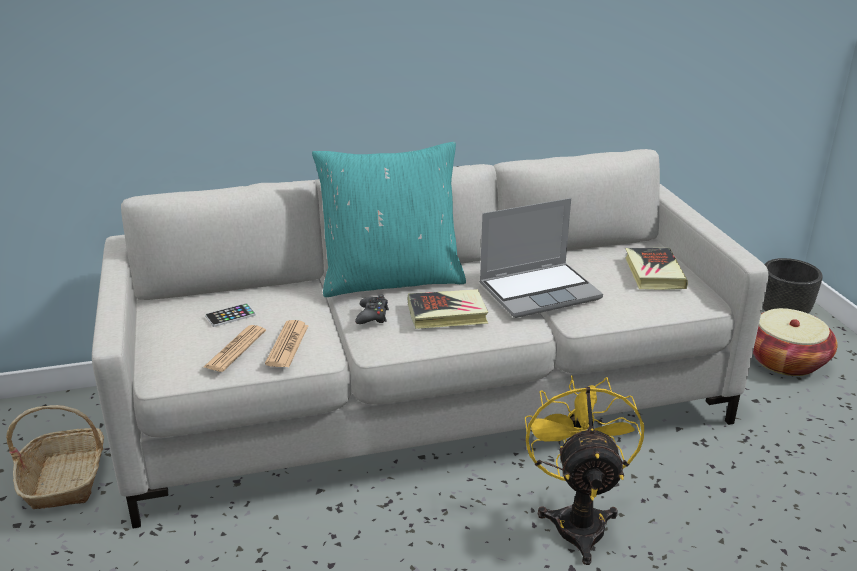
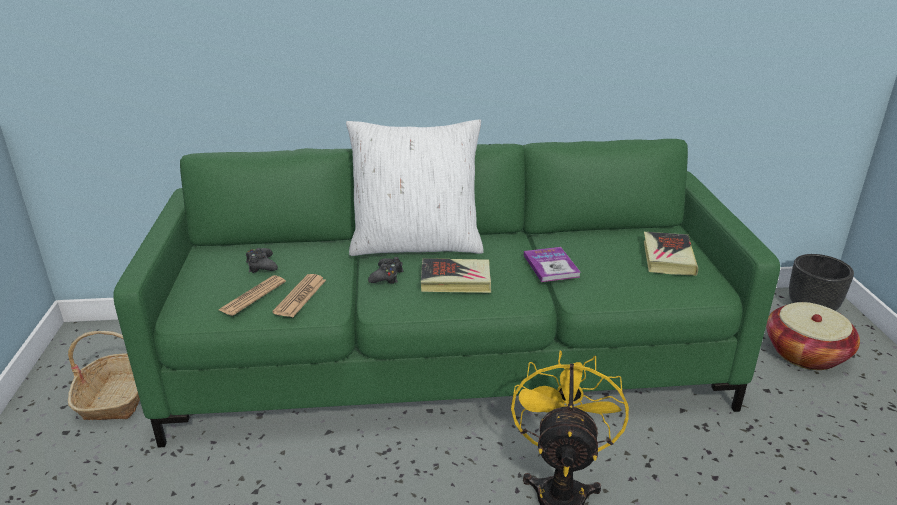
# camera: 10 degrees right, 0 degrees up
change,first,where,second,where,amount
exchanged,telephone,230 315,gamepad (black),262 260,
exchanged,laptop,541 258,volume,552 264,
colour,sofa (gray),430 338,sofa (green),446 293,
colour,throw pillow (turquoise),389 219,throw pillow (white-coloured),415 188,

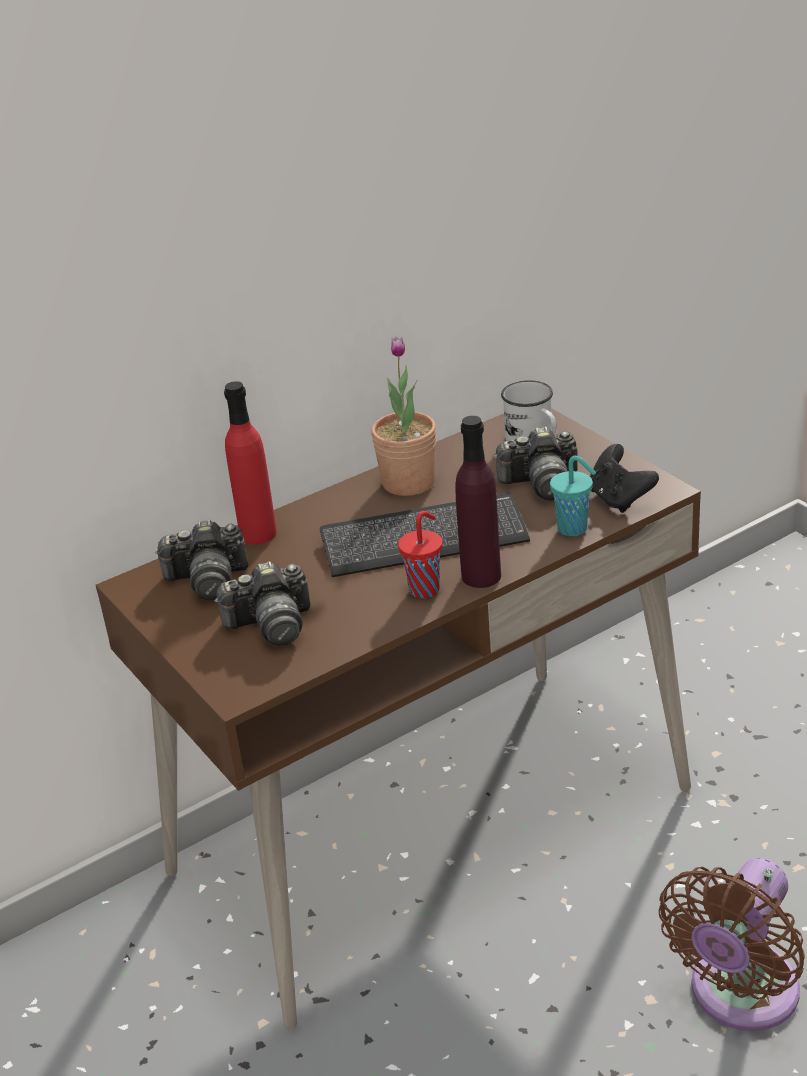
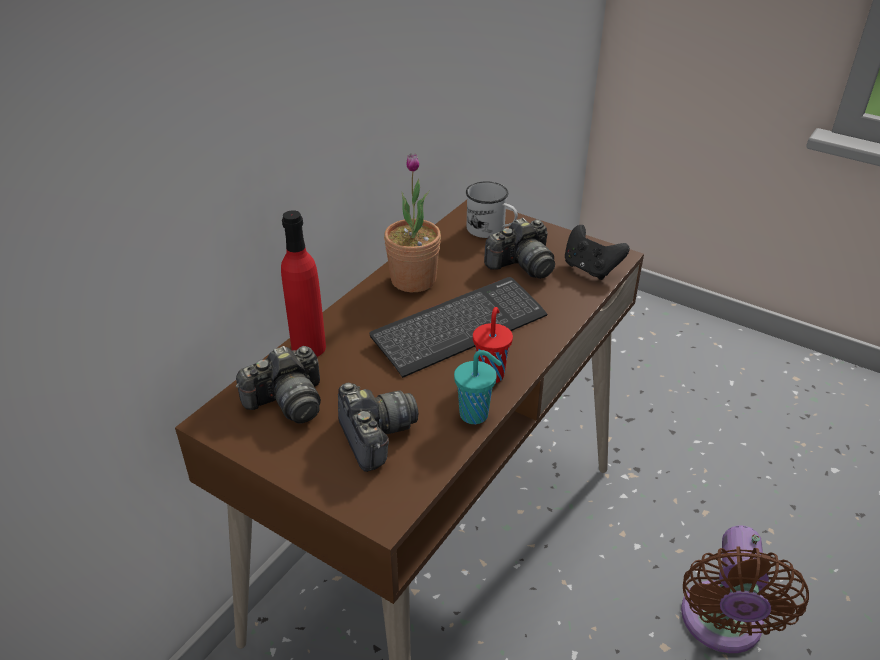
# camera: 25 degrees left, 5 degrees up
change,first,where,second,where,amount
missing,bottle (purplish),478 502,,,
relocated,small cup (turquoise),573 496,,478 387,
spun,photo camera,263 603,,378 427,75 degrees counterclockwise

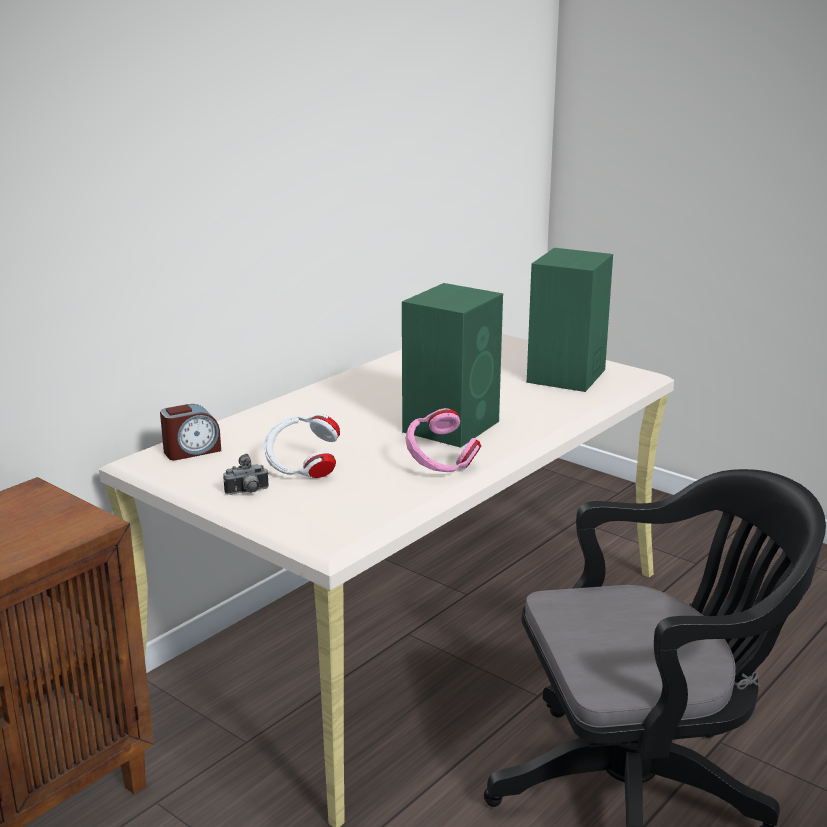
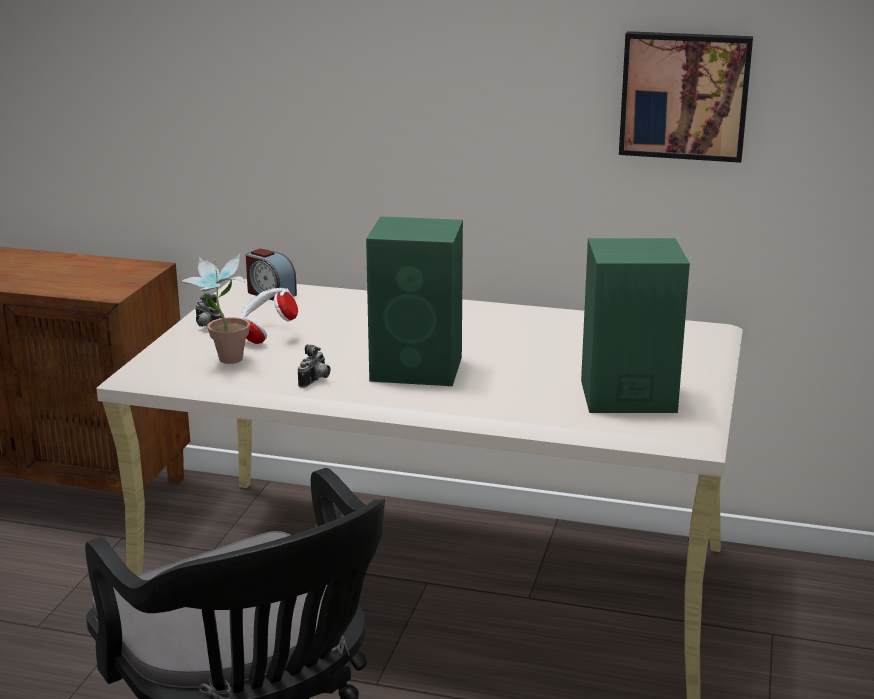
# camera: 65 degrees right, 0 degrees up
change,first,where,second,where,amount
appeared,,,potted plant,215 308,
appeared,,,picture,686 97,
exchanged,headphones (pinkish),443 440,photo camera,314 366,

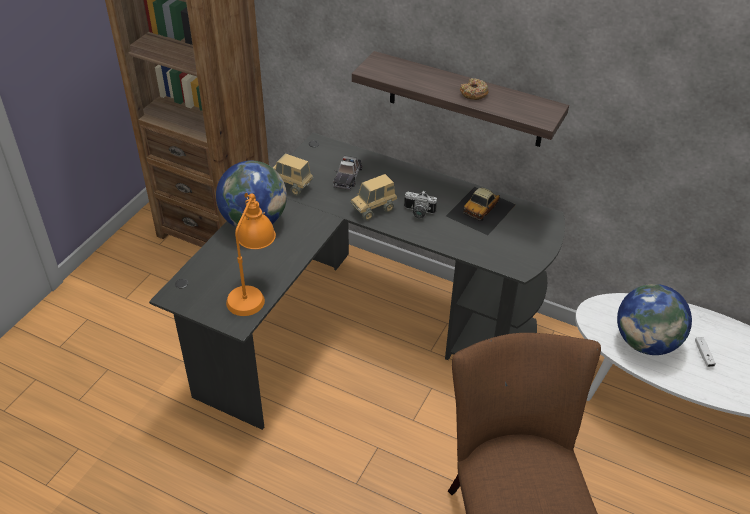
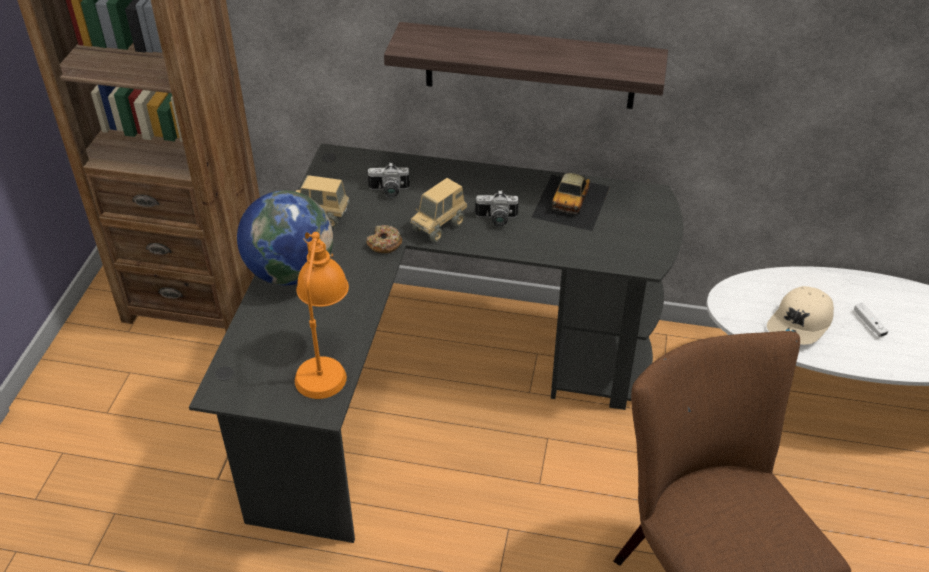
# camera: 15 degrees left, 0 degrees up
change,first,where,second,where,amount
relocated,donut,474 89,,384 239,
exchanged,model car,347 173,photo camera,388 180,
exchanged,world globe,654 319,cap (beige-coloured),800 315,

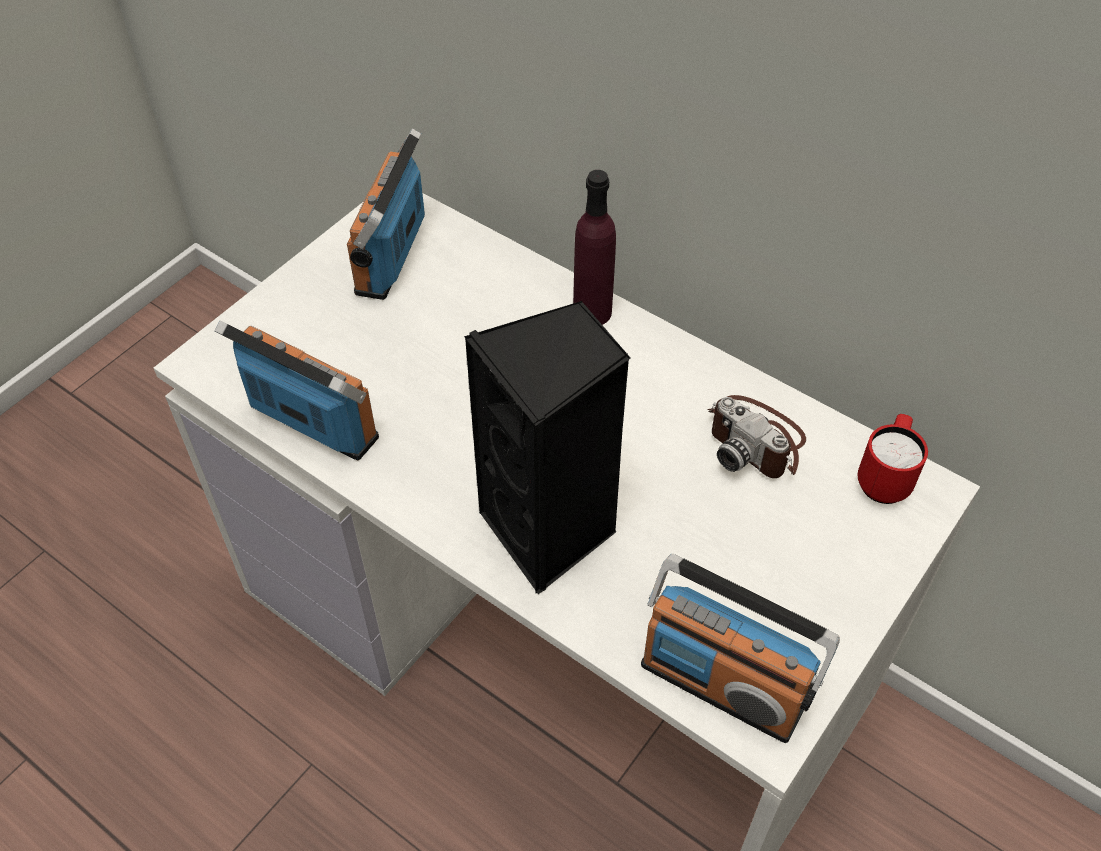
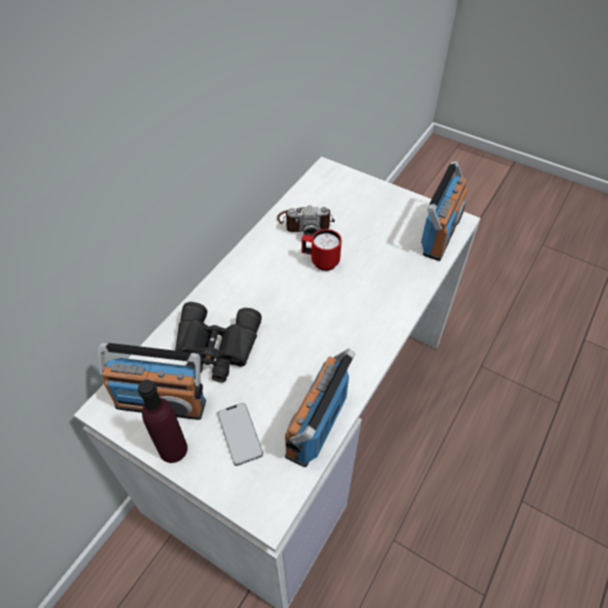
# camera: 95 degrees left, 0 degrees up
change,first,where,second,where,amount
missing,audio speaker (black),547 447,,,
appeared,,,field glasses (black),218 342,
appeared,,,telephone,240 434,
relocated,bottle (purplish),594 247,,163 421,
relocated,mug (red-coloured),892 459,,322 250,
spun,photo camera,756 436,,306 220,45 degrees clockwise

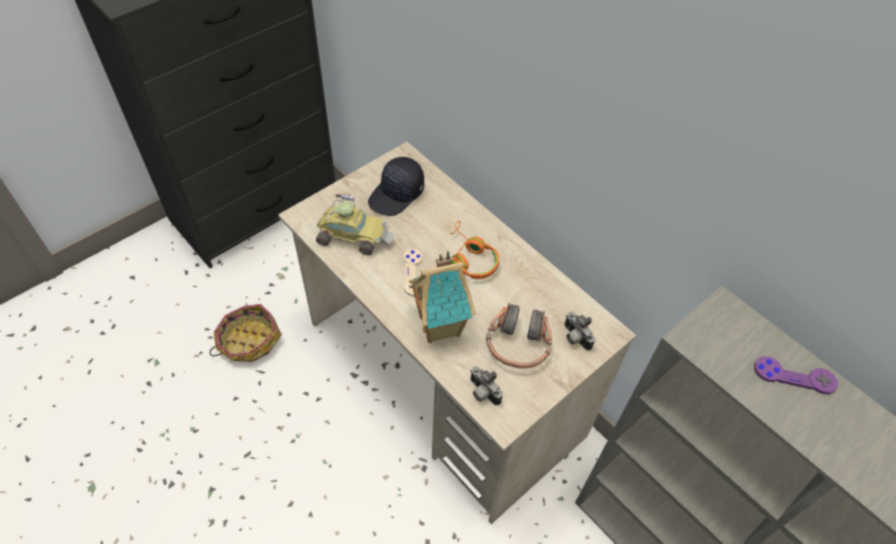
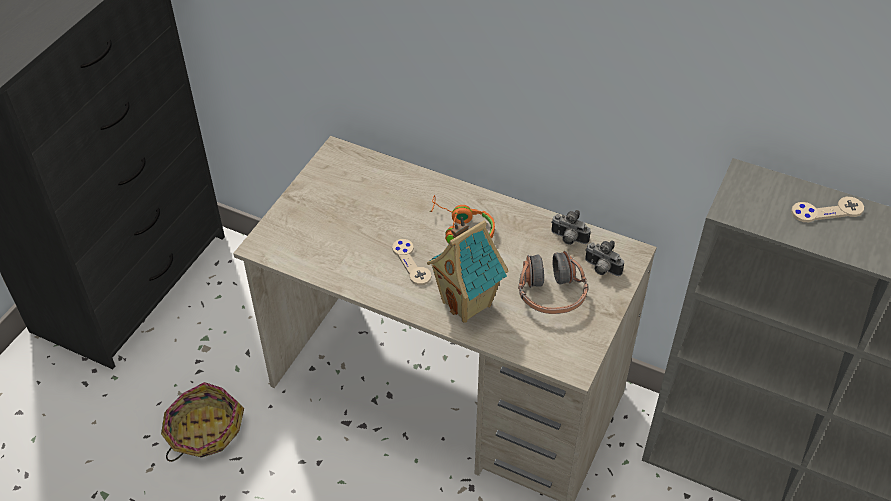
# camera: 20 degrees left, 5 degrees down
change,first,where,second,where,amount
missing,model car,354 223,,,
missing,cap (black),396 186,,,
relocated,photo camera,486 385,,571 227,
colour,gamepad (purplish),796 375,gamepad (beige-coloured),827 209,

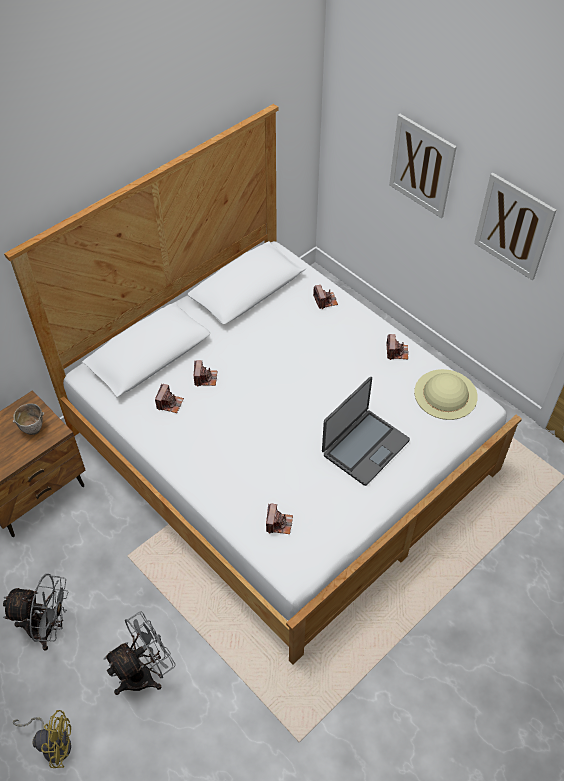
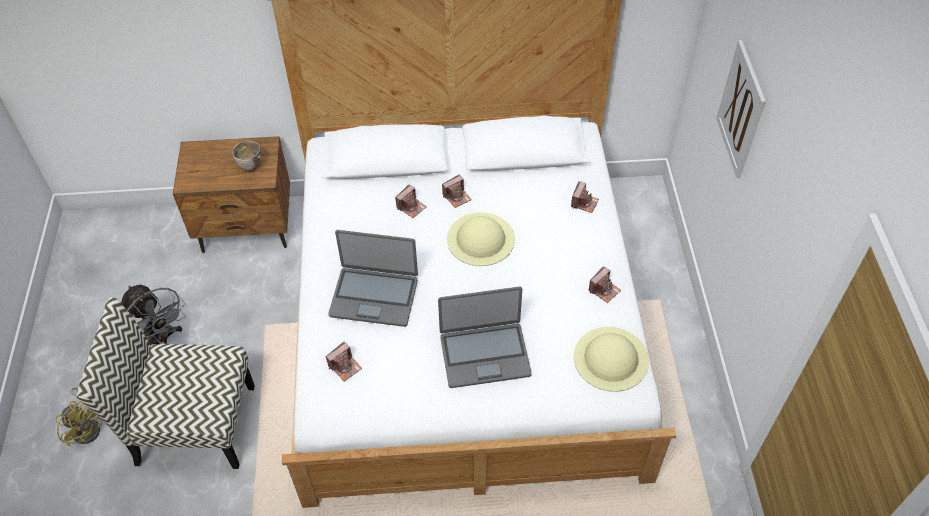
# camera: 40 degrees right, 0 degrees up
change,first,where,second,where,amount
missing,picture,515 226,,,
appeared,,,laptop,373 278,
appeared,,,hat (beige-coloured),481 239,
relocated,photo camera,169 398,,457 191,
exchanged,fan (gray),140 653,chair,166 383,

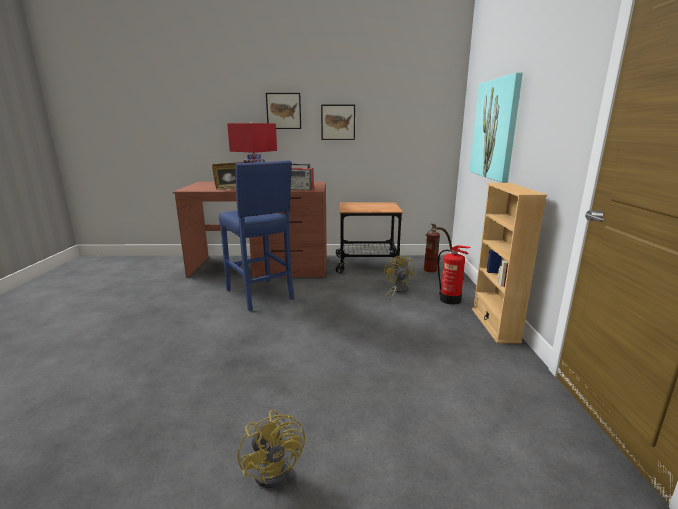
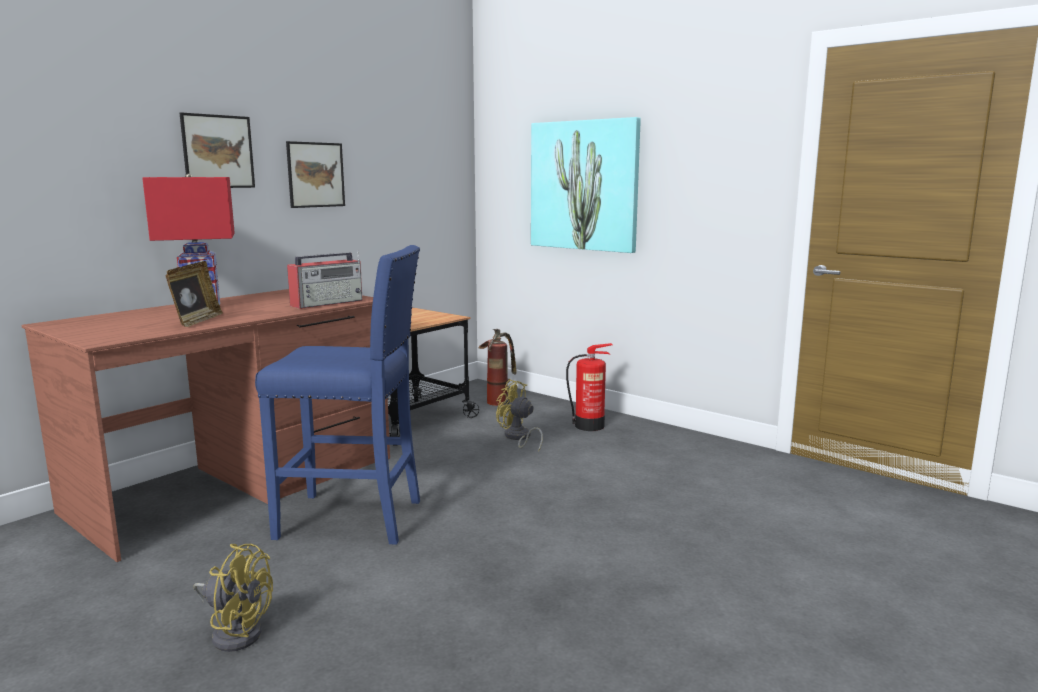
# camera: 50 degrees left, 5 degrees down
change,first,where,second,where,amount
missing,bookcase (beige-coloured),509 263,,,
relocated,fan (yellow-coloured),271 449,,233 598,

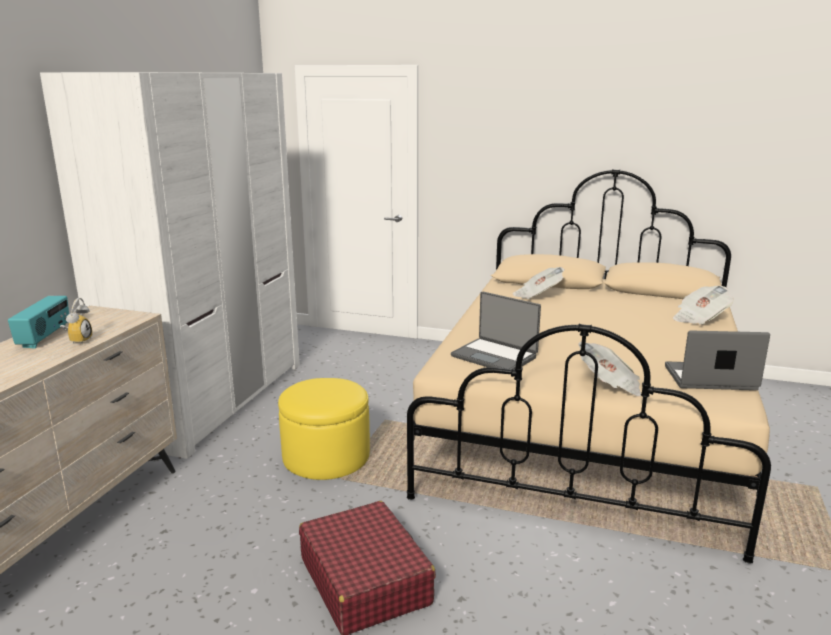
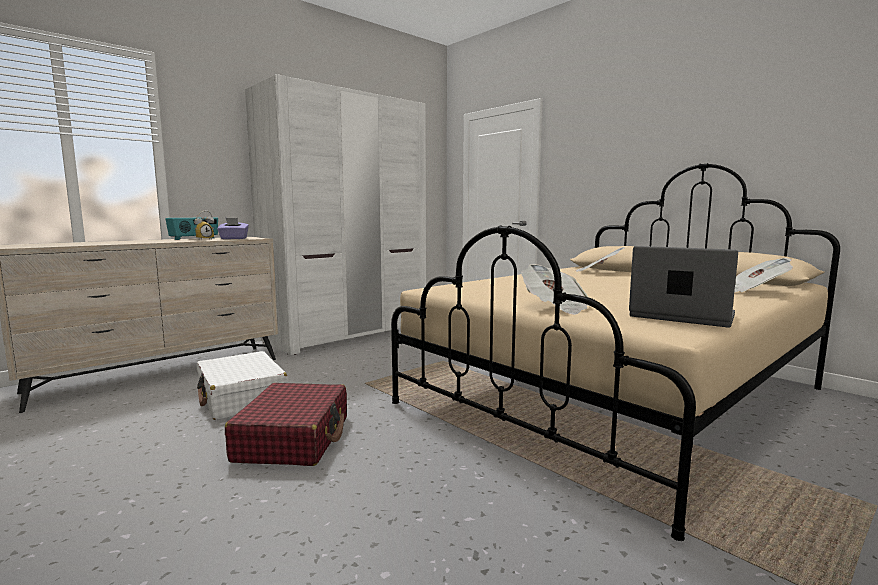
# camera: 30 degrees right, 10 degrees down
change,first,where,second,where,amount
missing,footrest (yellow-coloured),324 429,,,
missing,laptop,496 331,,,
appeared,,,piece of luggage (white-coloured),242 385,
appeared,,,box of tissues (purplish),233 228,

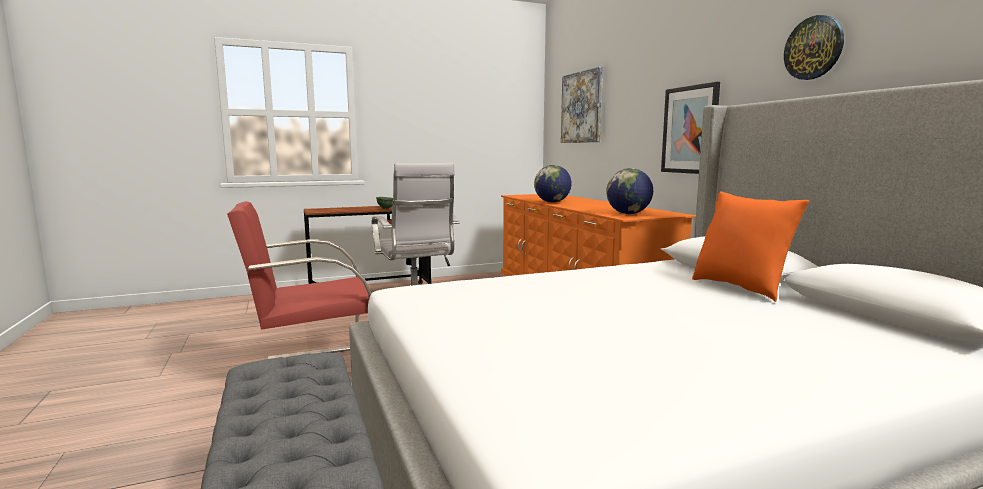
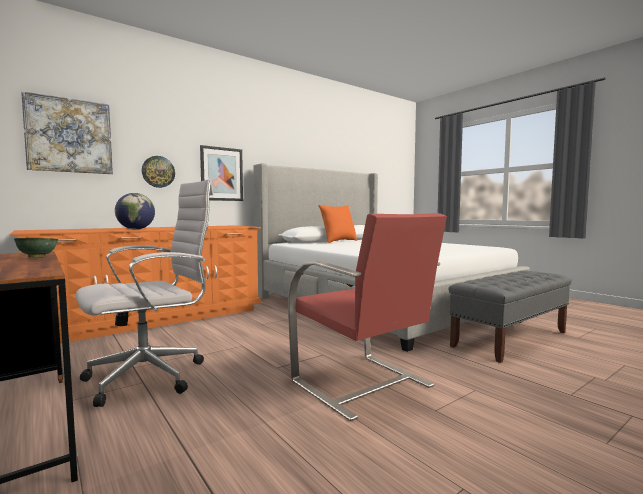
# camera: 105 degrees left, 5 degrees down
change,first,where,second,where,amount
missing,world globe,629 191,,,
relocated,hanging clock,814 47,,158 172,

